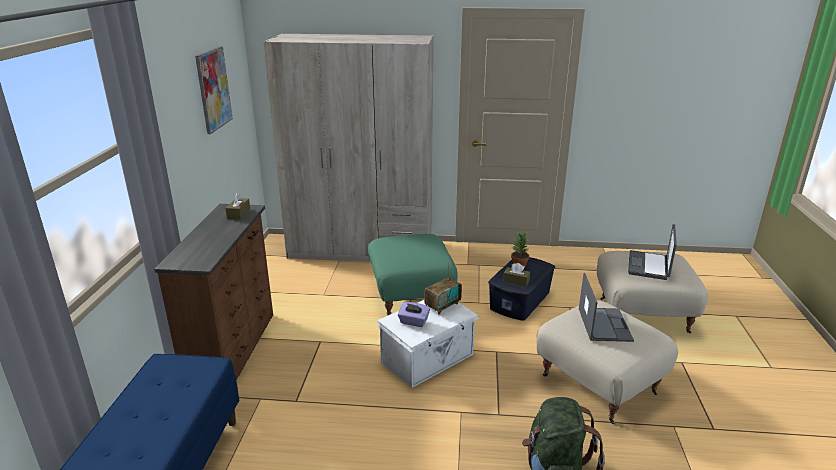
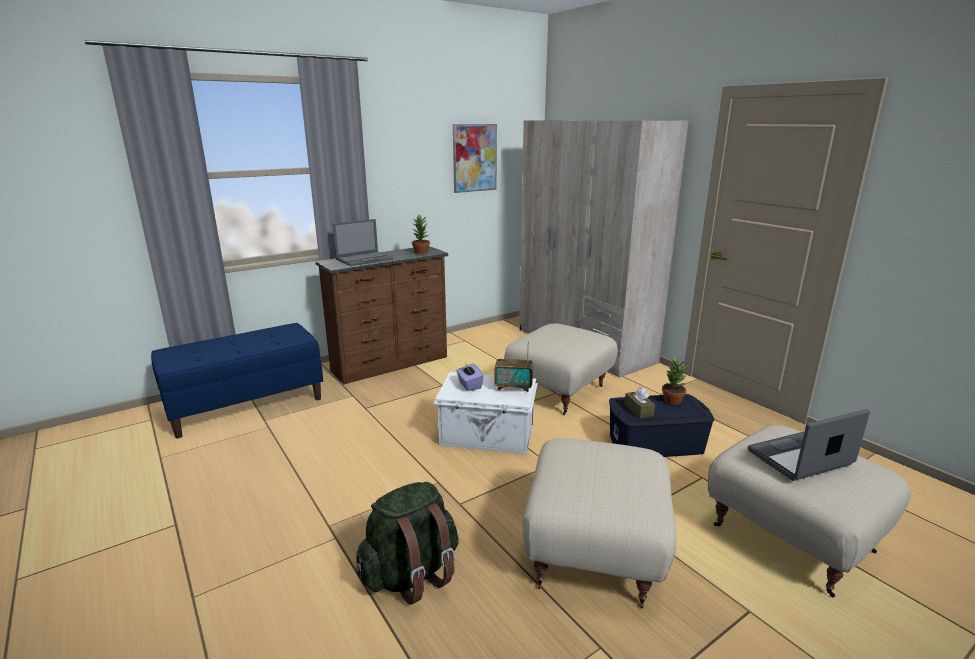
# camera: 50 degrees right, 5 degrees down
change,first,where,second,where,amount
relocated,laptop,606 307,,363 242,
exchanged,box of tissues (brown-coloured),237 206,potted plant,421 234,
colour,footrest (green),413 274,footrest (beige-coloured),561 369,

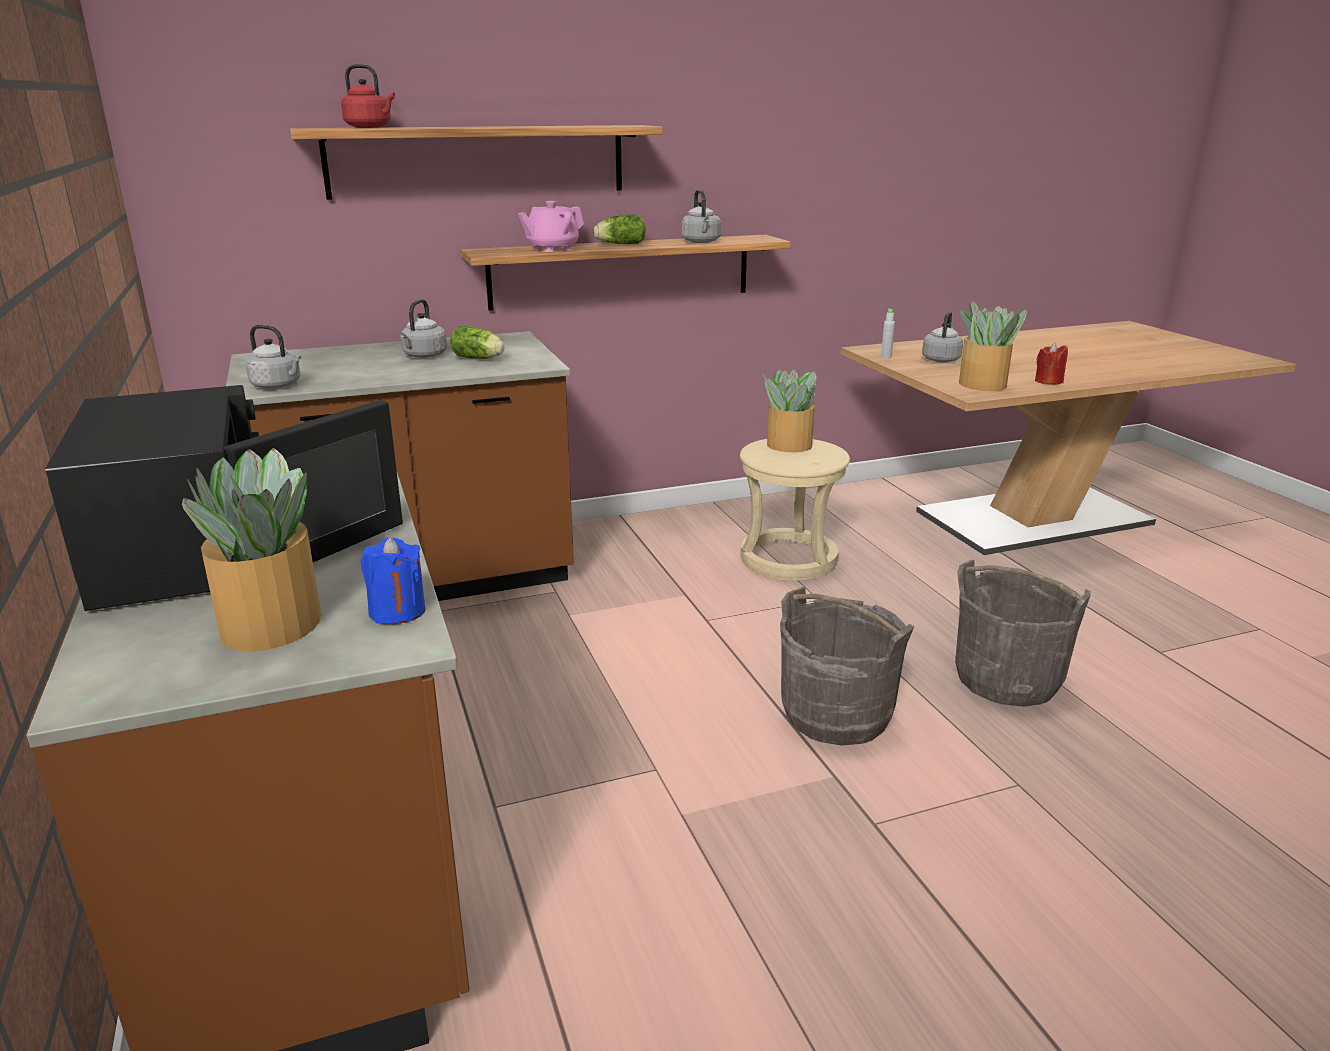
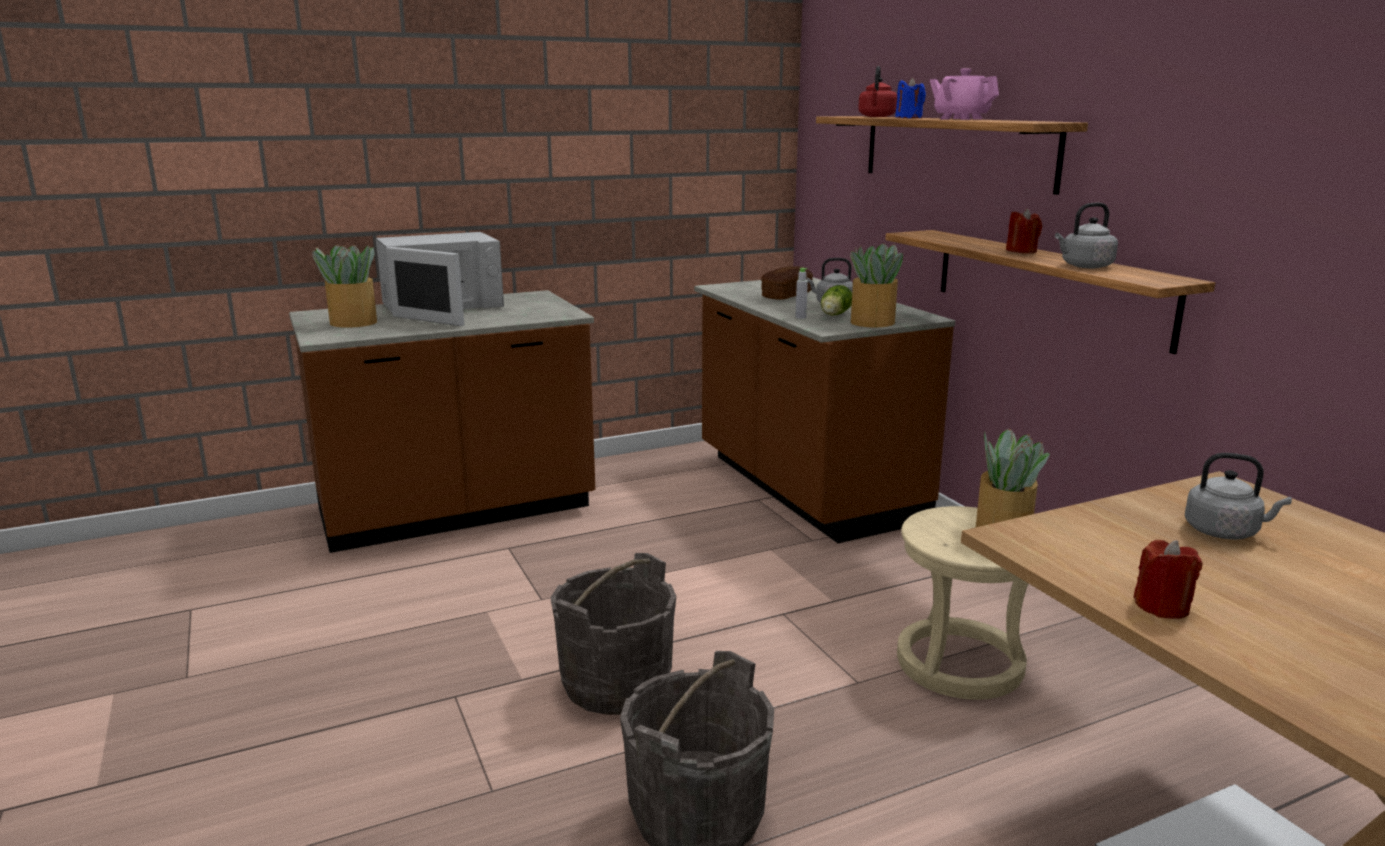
# camera: 85 degrees right, 5 degrees down
change,first,where,second,where,amount
missing,water kettle (gray),273 357,,,
appeared,,,bread,787 283,
relocated,wax candle (blue),393 580,,910 98,
relocated,teapot (pinkish),551 226,,964 94,
relocated,bottle (gray),888 334,,801 293,
relocated,potted plant,993 346,,876 285,
exchanged,lettuce,619 229,wax candle (red-coloured),1024 230,
colour,microwave oven (black),224 498,microwave oven (white-coloured),440 279,

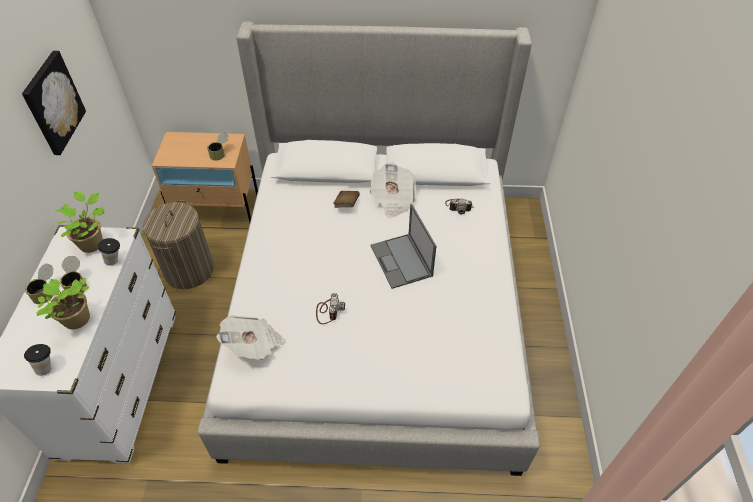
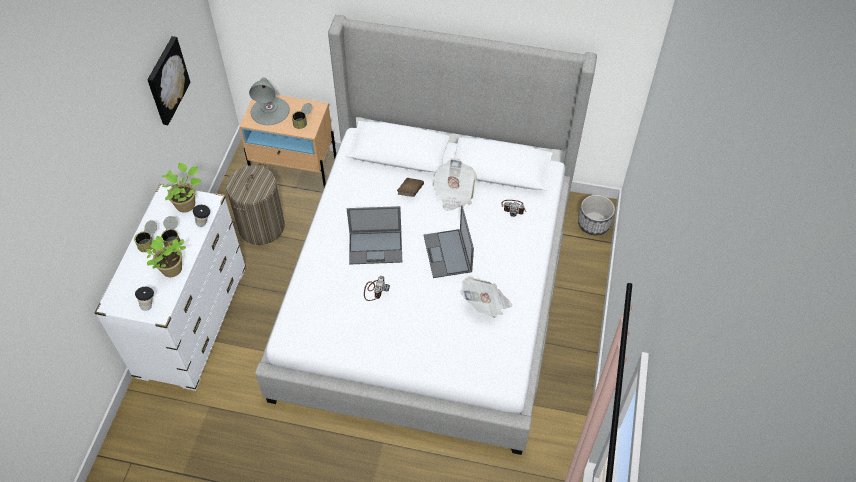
# camera: 10 degrees right, 5 degrees up
change,first,where,second,where,amount
appeared,,,table lamp (gray),269 101,
appeared,,,laptop,374 235,
appeared,,,flower pot,596 215,
relocated,printed paper,251 337,,486 298,

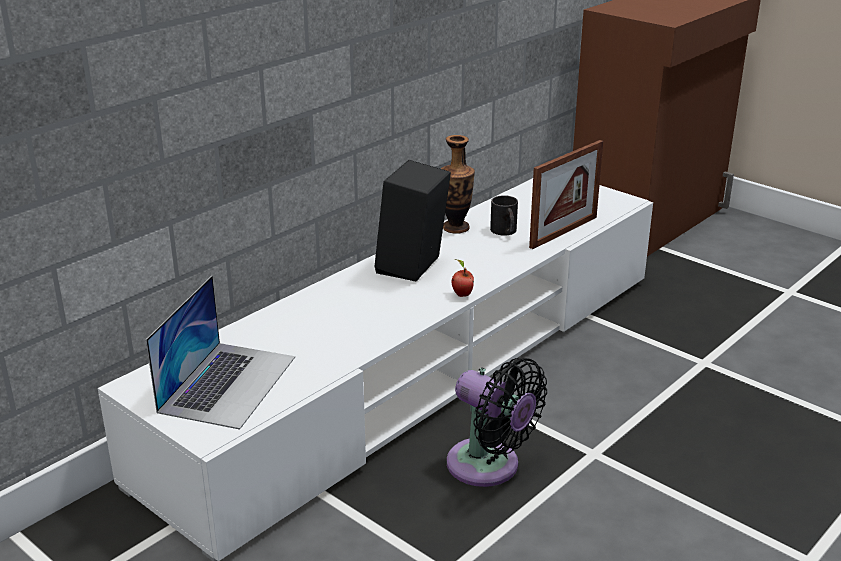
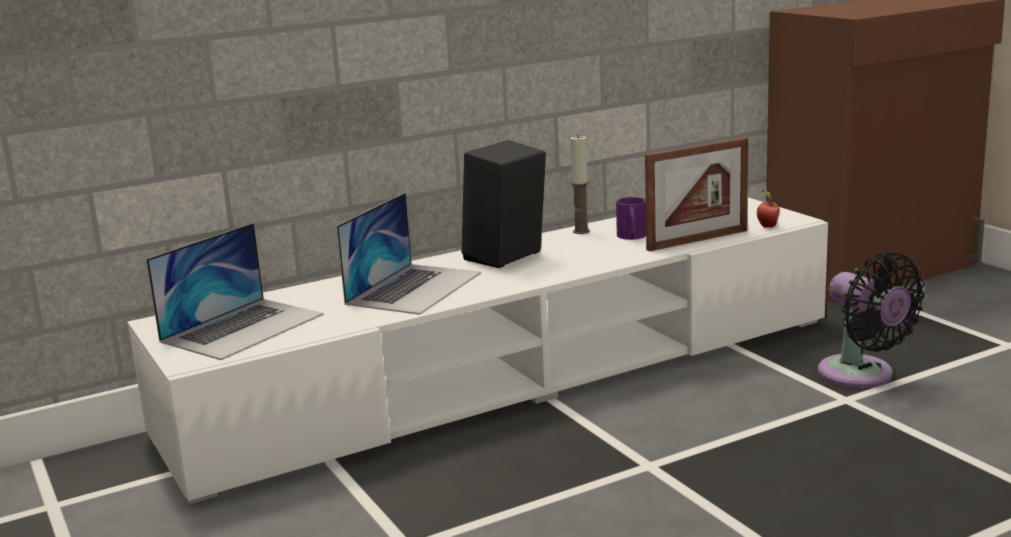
# camera: 20 degrees right, 10 degrees down
change,first,where,second,where,amount
appeared,,,laptop,409 254,
relocated,fan (black),497 422,,871 320,
relocated,apple,463 278,,768 209,
exchanged,decorative vase,458 184,wax candle,580 185,
colour,mug (black),504 215,mug (purplish),631 218,

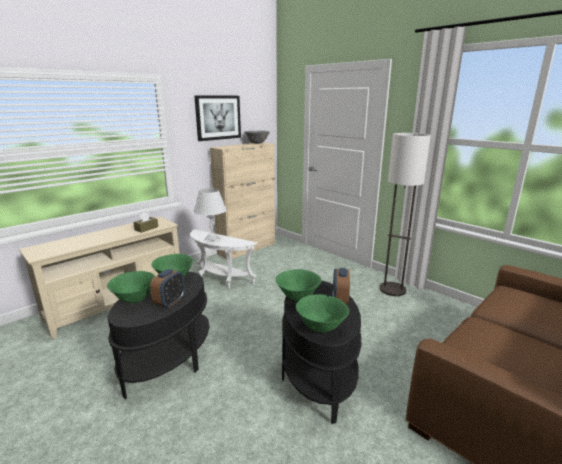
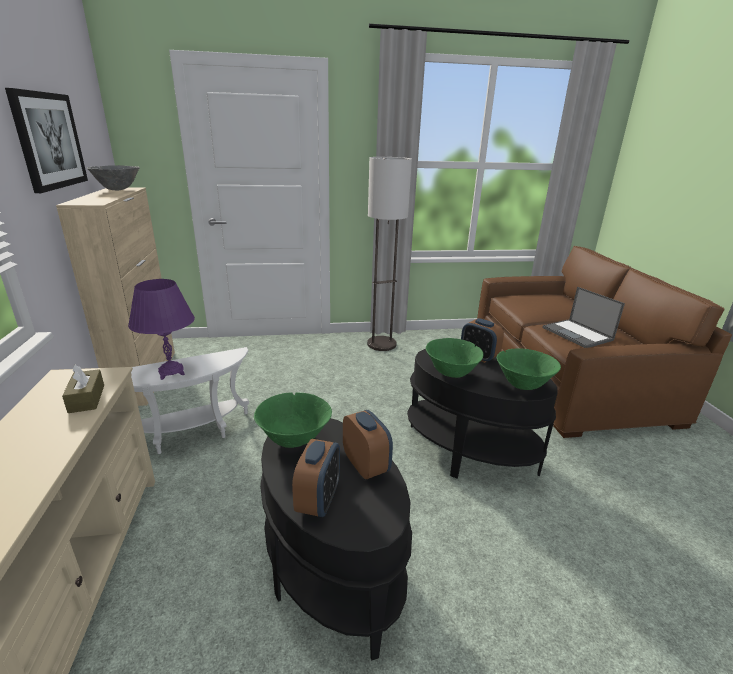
# camera: 55 degrees left, 5 degrees up
change,first,where,second,where,amount
appeared,,,laptop,583 317,
exchanged,deep dish (green),131 287,table clock,316 478,
colour,table lamp (white-coloured),210 215,table lamp (purplish),161 329,

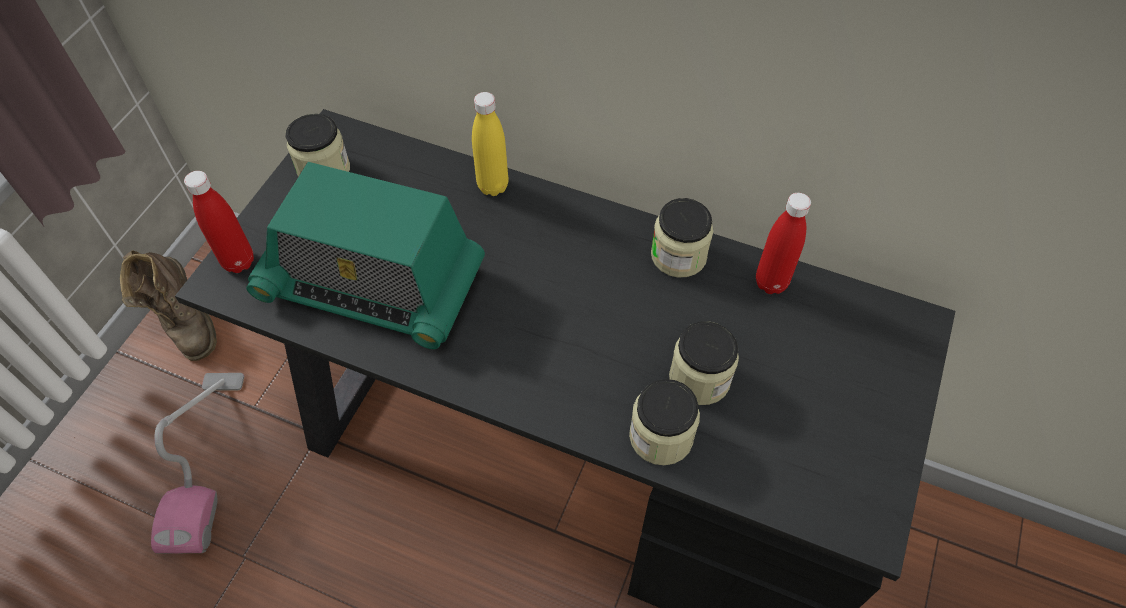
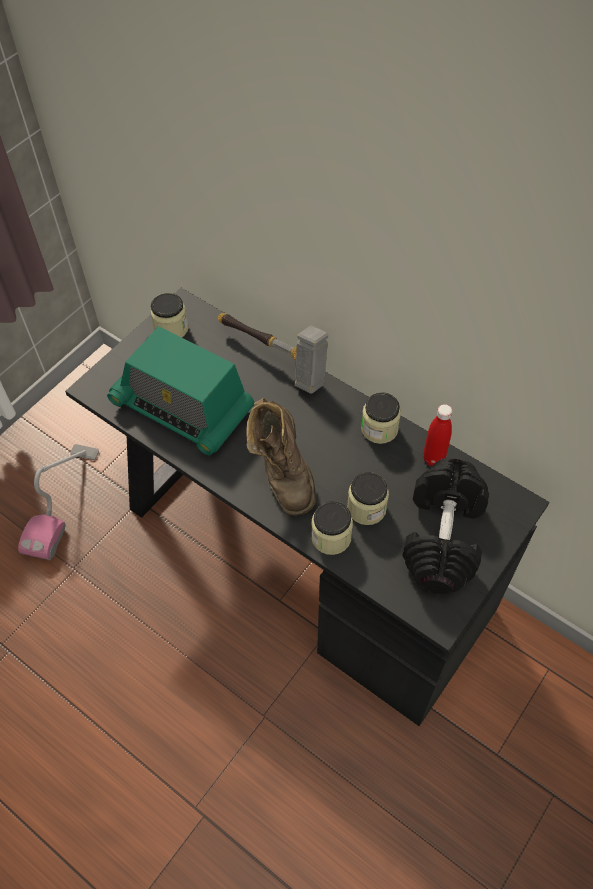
# camera: 15 degrees right, 0 degrees up
change,first,where,second,where,amount
missing,bottle (red-coloured),219 222,,,
appeared,,,hand weight (black),445 526,
relocated,tall boot (brown-coloured),168 306,,281 457,
exchanged,bottle (yellow-coloured),490 144,tool hammer,273 353,

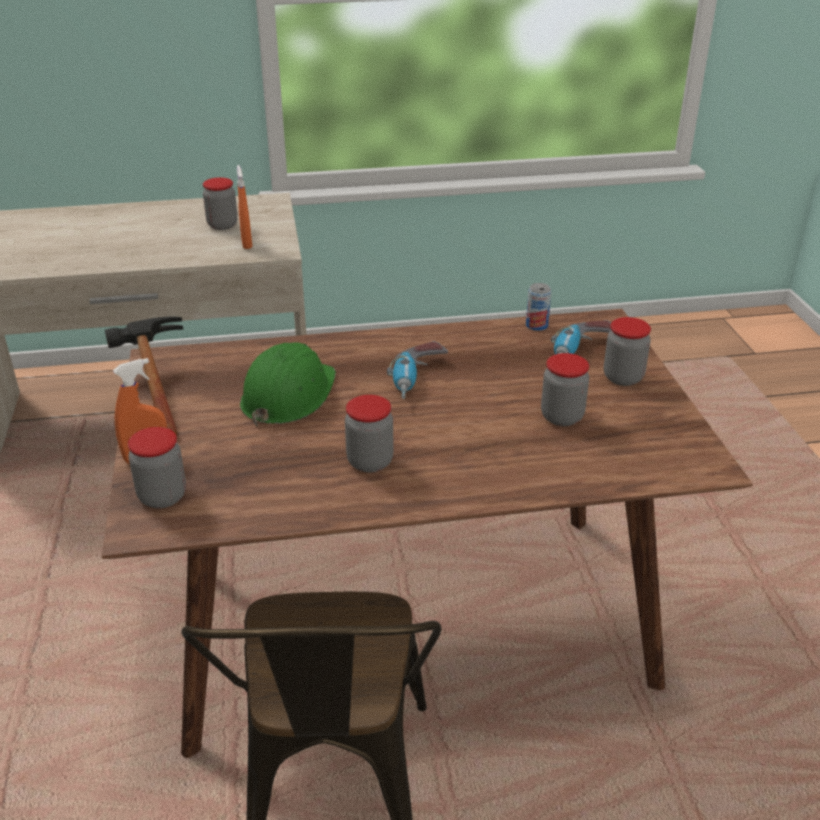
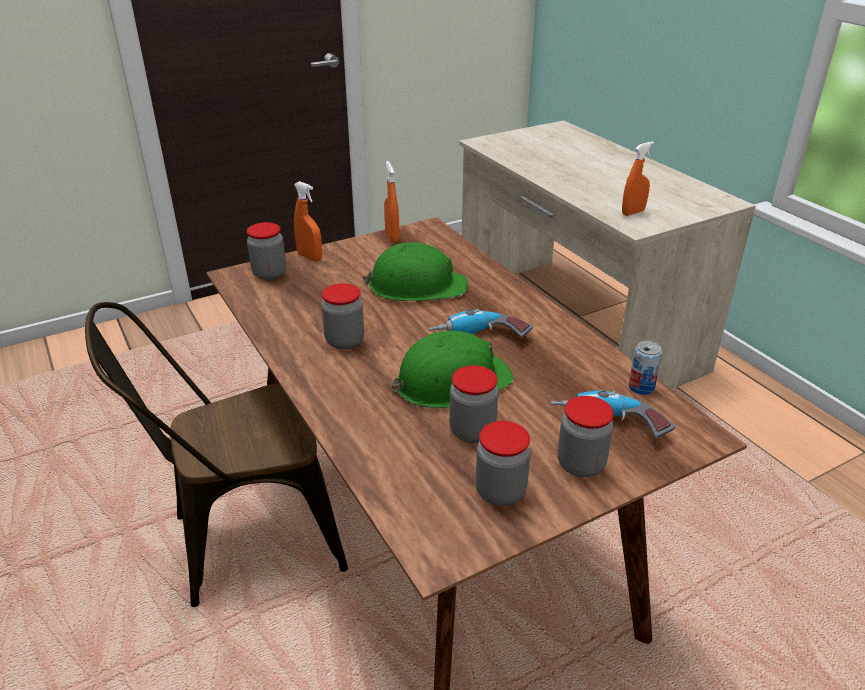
# camera: 70 degrees right, 0 degrees up
change,first,where,second,where,amount
appeared,,,work helmet (green),452 369,
relocated,preserve jar,220 203,,503 463,
exchanged,tool hammer,144 375,hand sprayer (orange),391 201,

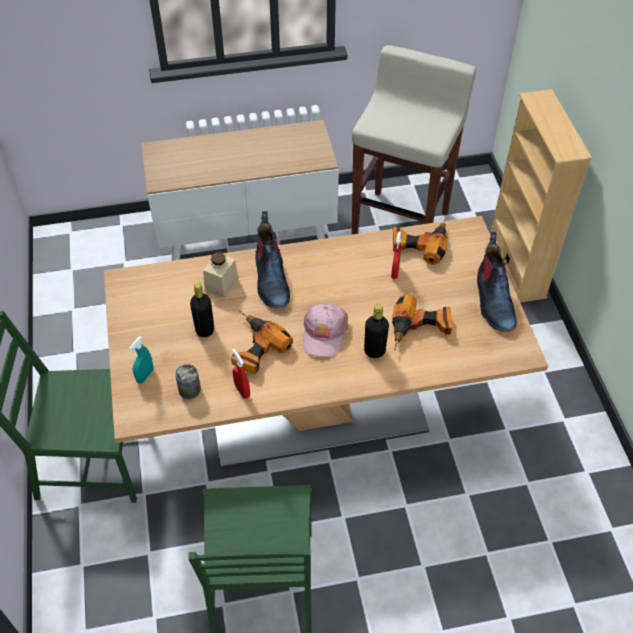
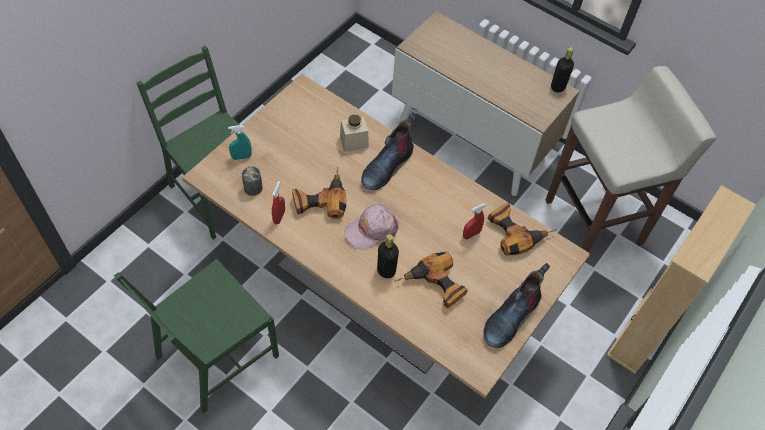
# camera: 45 degrees right, 5 degrees up
change,first,where,second,where,amount
relocated,bottle (black),202 309,,562 69,

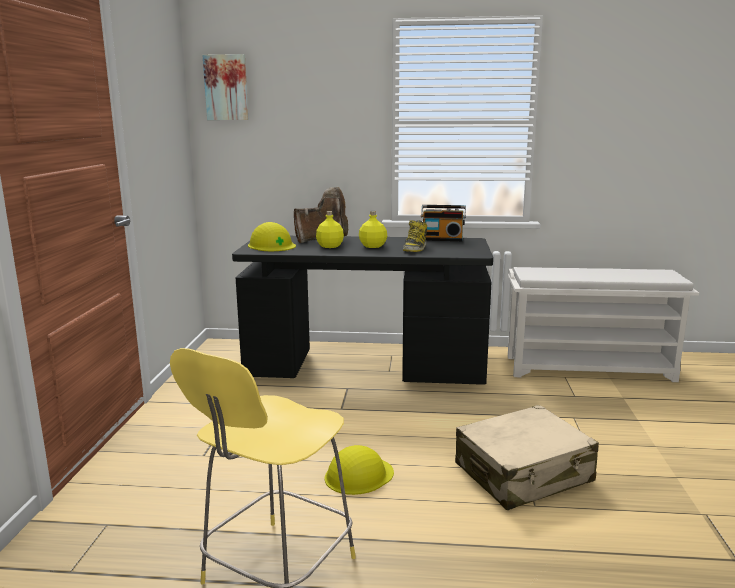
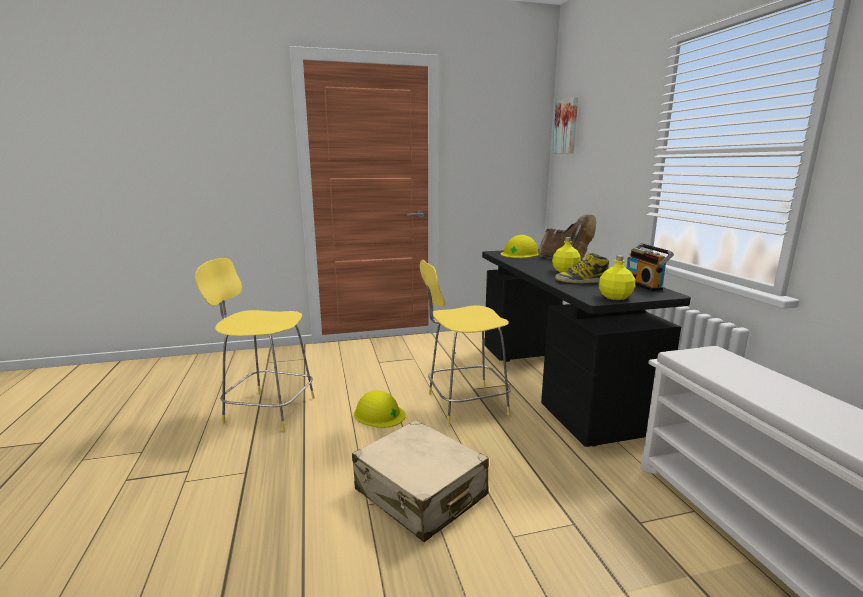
# camera: 70 degrees right, 0 degrees up
change,first,where,second,where,amount
appeared,,,stool (yellow-coloured),465 342,
relocated,bottle (yellow-coloured),330 229,,617 277,

